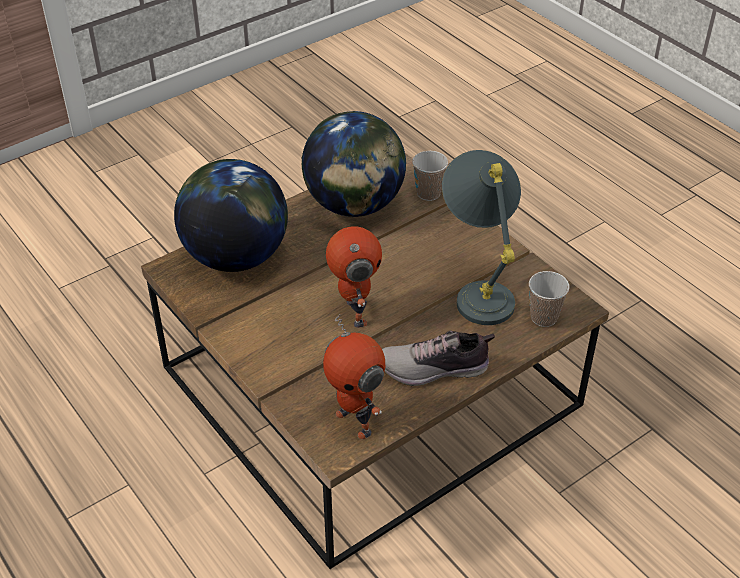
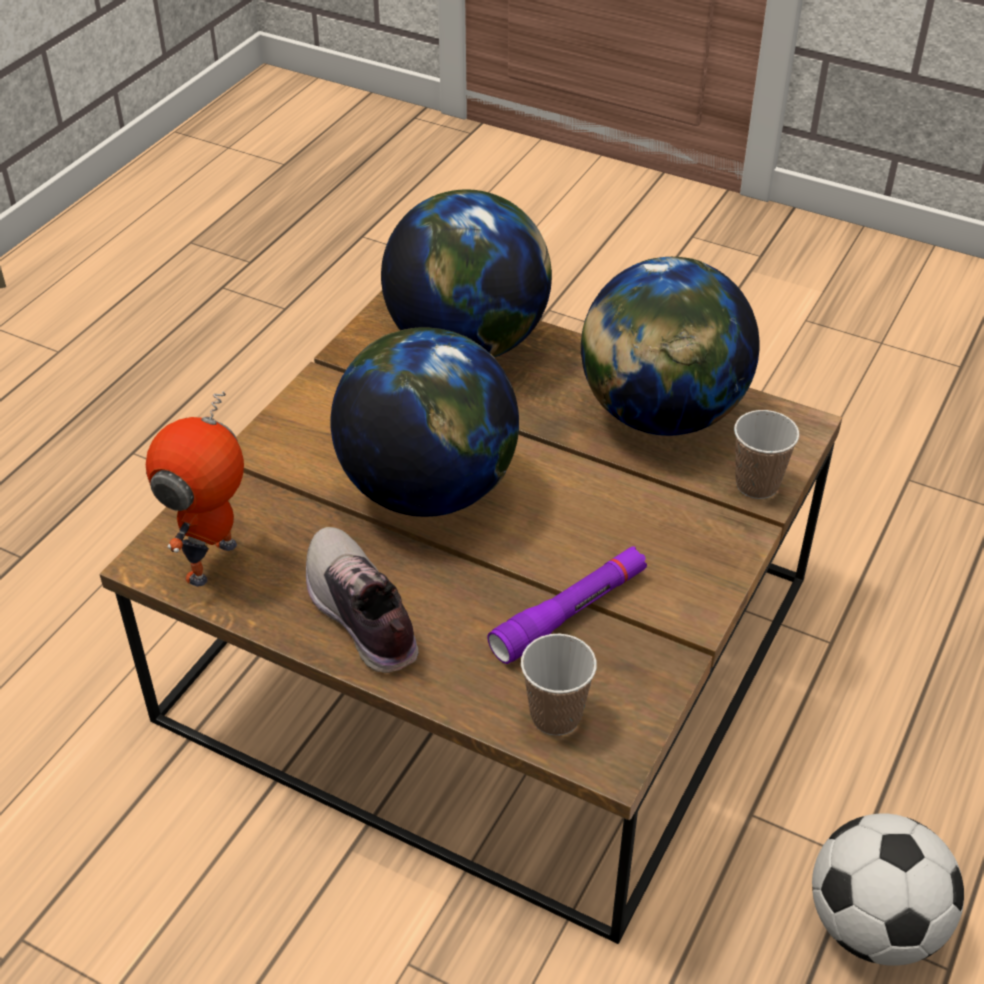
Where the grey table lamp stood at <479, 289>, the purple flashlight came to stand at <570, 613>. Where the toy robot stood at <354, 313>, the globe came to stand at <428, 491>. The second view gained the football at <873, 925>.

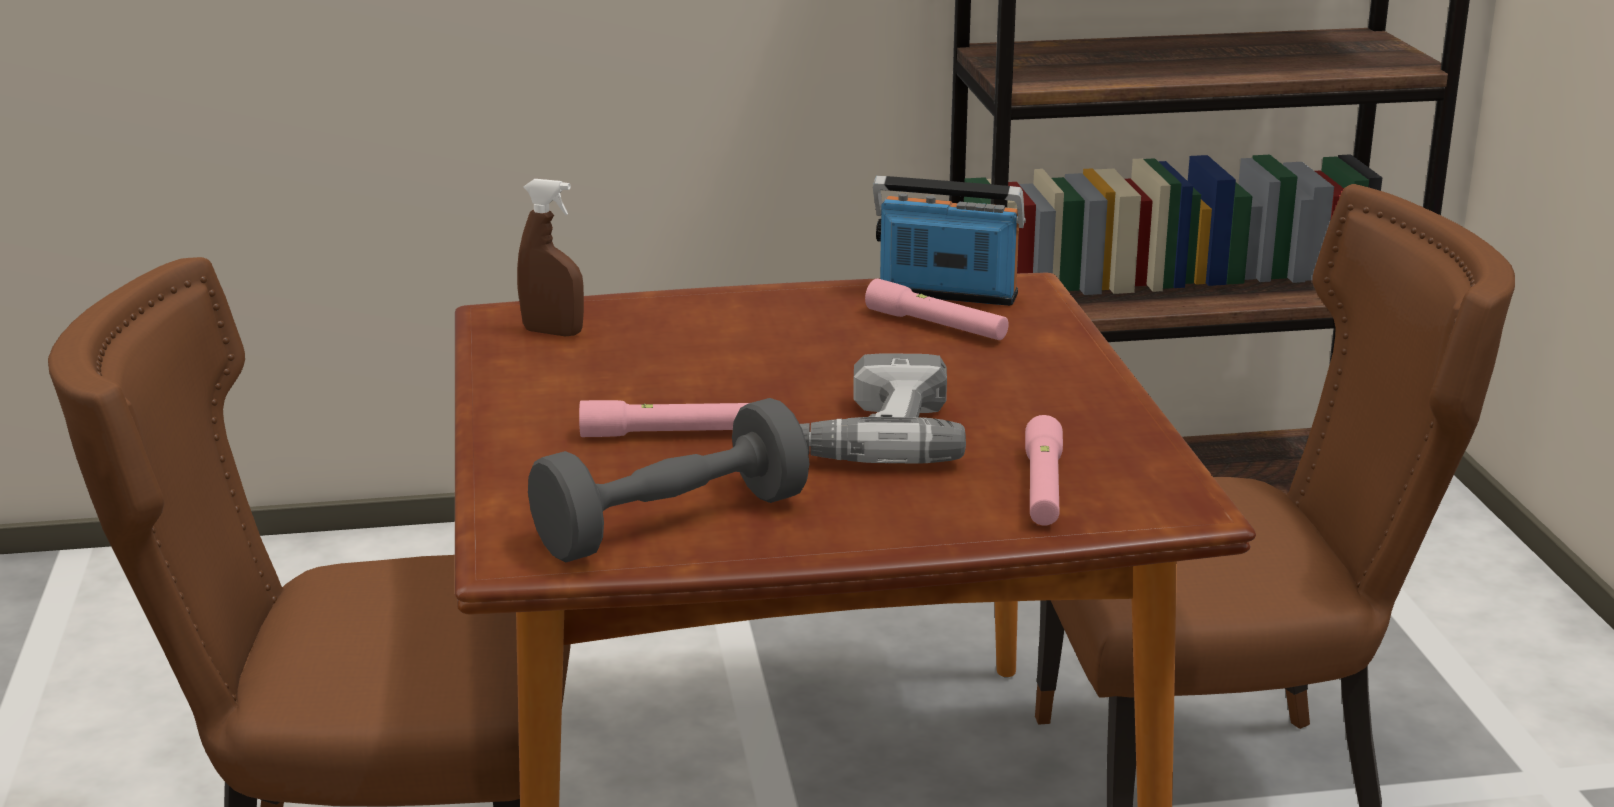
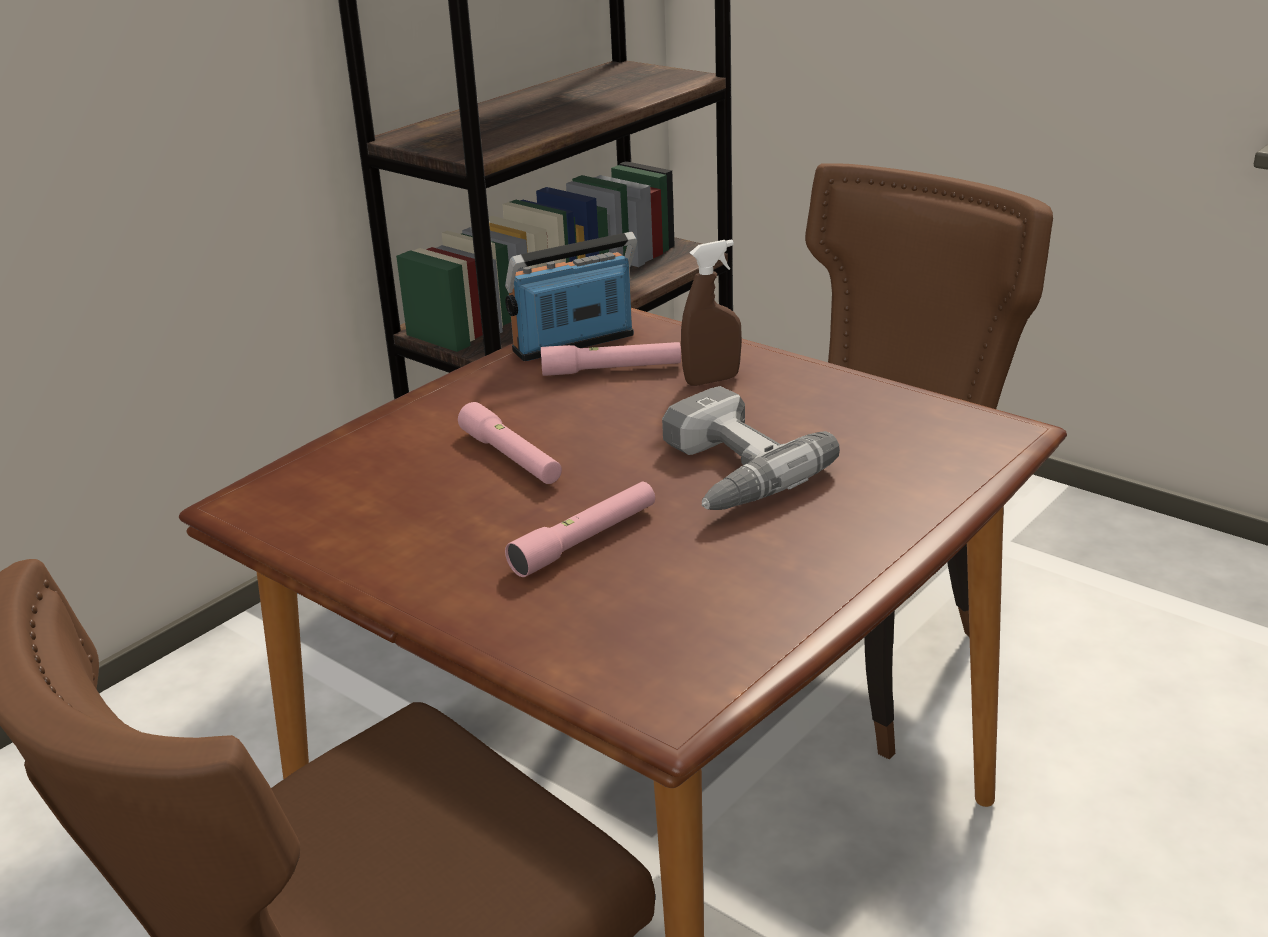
The brown spray bottle ended up elsewhere, having gone from <553, 332> to <712, 380>. The second view lost the grey dumbbell at <672, 524>. The pink flashlight ended up elsewhere, having gone from <1043, 488> to <511, 457>.

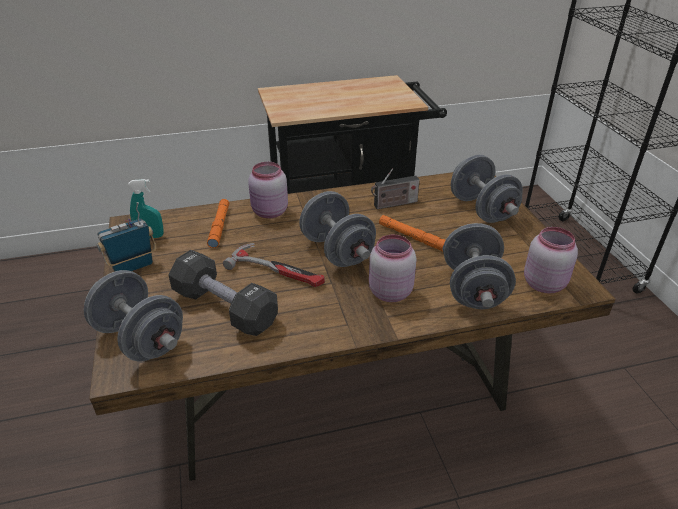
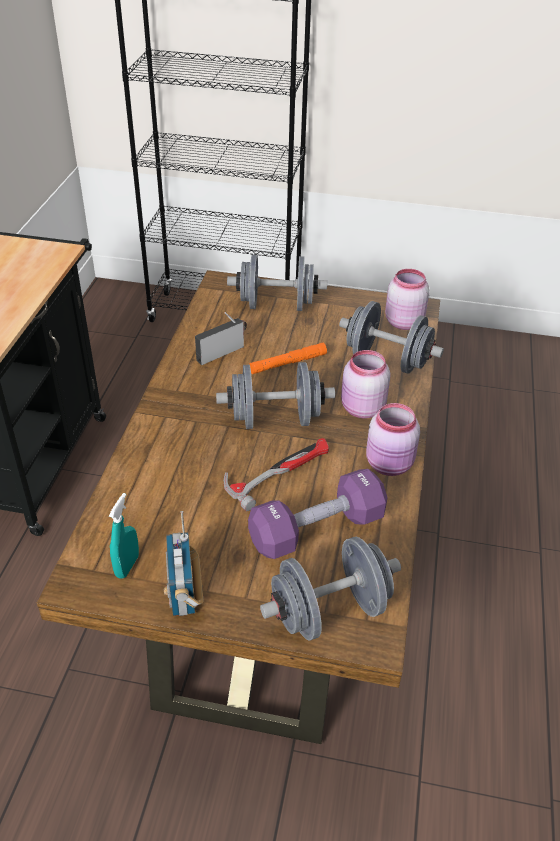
The pink jar ended up elsewhere, having gone from <269, 212> to <390, 465>. The radio at <393, 204> ended up facing another way, 135 degrees counterclockwise from before. The second view lost the orange flashlight at <219, 226>. What was the black dumbbell at <225, 308> turned into the purple dumbbell at <317, 529>.

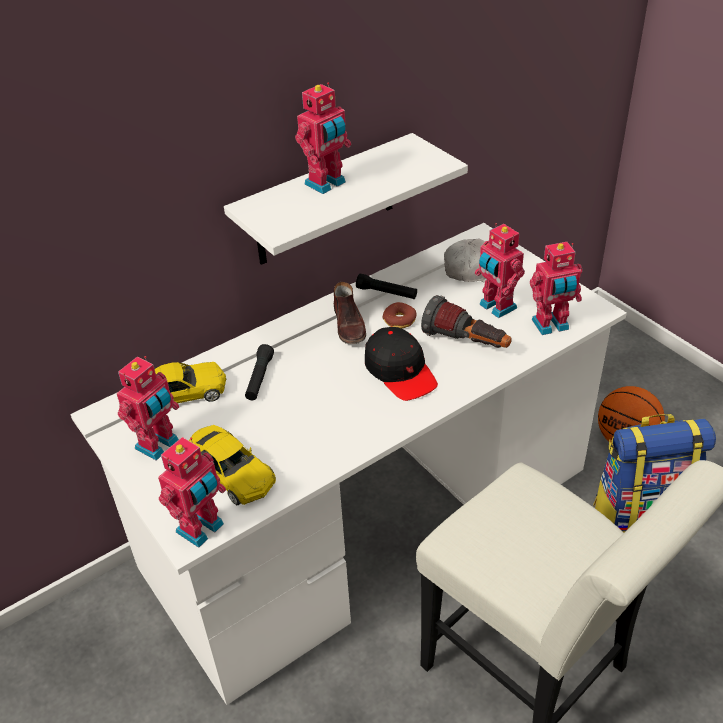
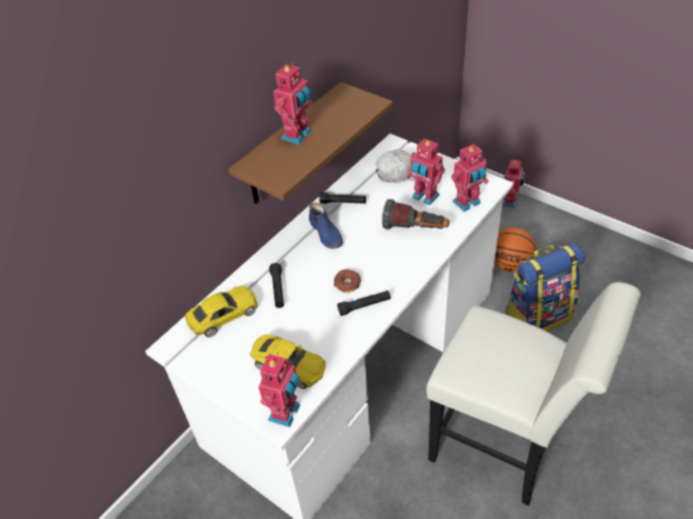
What was the white shelf at <325, 201> turned into the brown shelf at <291, 146>. What was the brown shoe at <349, 325> turned into the blue shoe at <326, 234>. The donut ended up elsewhere, having gone from <399, 320> to <347, 284>. The second view lost the black cap at <400, 371>. The toy robot ended up elsewhere, having gone from <159, 445> to <510, 201>. The second view gained the black flashlight at <364, 306>.

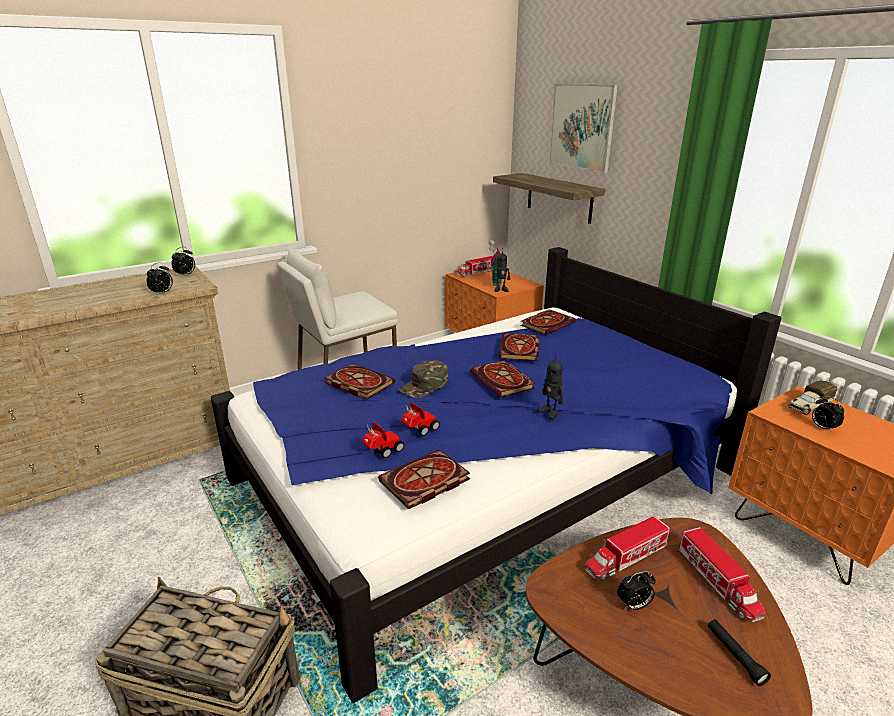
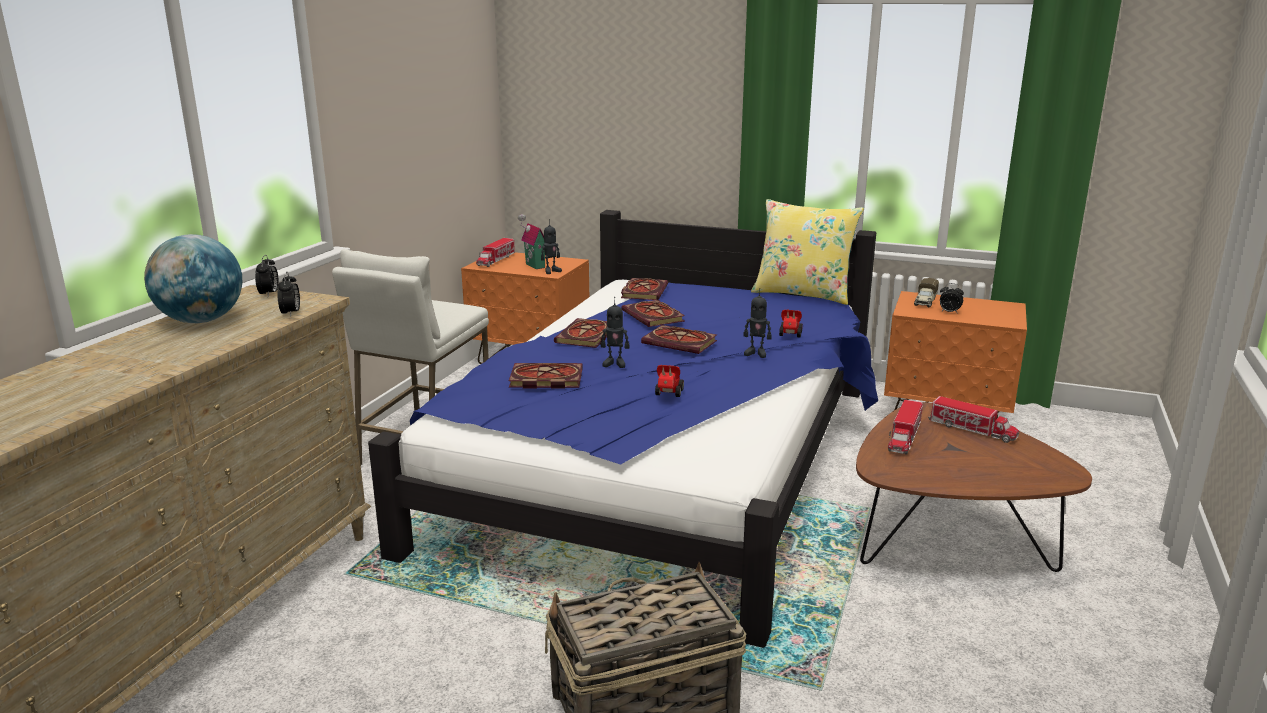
The second view lost the picture at <582, 127>. The second view lost the shelf at <559, 197>. Where the green cap stood at <424, 386>, the toy robot came to stand at <614, 364>. The toy car ended up elsewhere, having gone from <382, 451> to <790, 335>. The book ended up elsewhere, having gone from <424, 482> to <586, 336>. The second view lost the alarm clock at <633, 605>. The second view lost the black flashlight at <735, 656>. The second view gained the yellow pillow at <803, 294>. The second view gained the globe at <201, 321>.

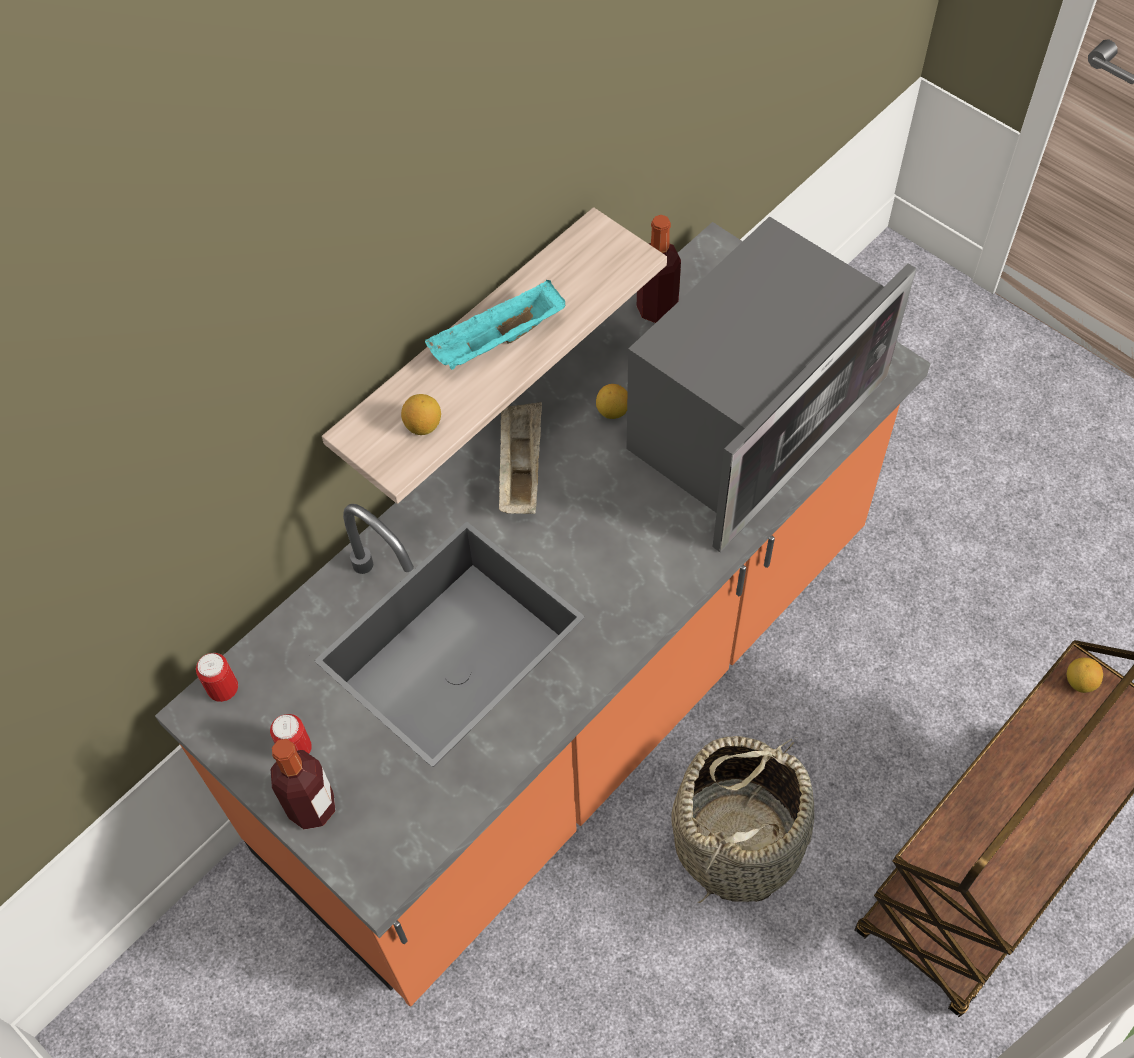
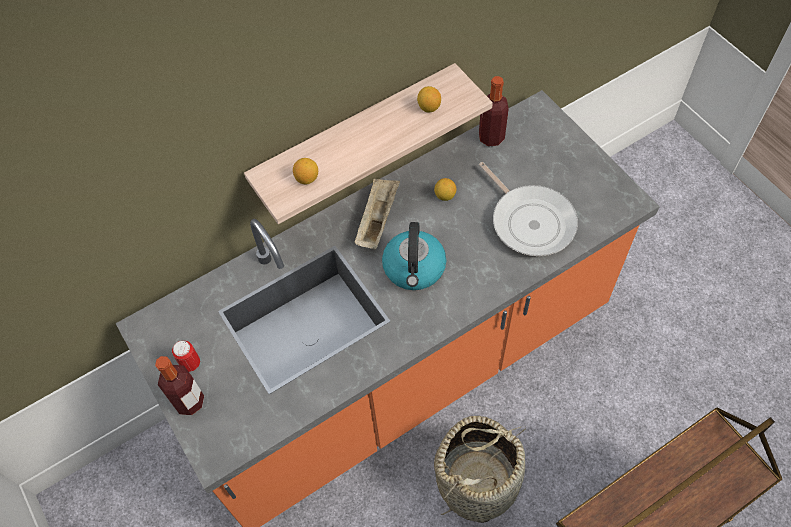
Where the microwave stood at <750, 423>, the frying pan came to stand at <530, 221>. The second view lost the turquoise tray at <497, 342>. The second view lost the can at <224, 690>. The lemon ended up elsewhere, having gone from <1079, 682> to <429, 107>. The second view gained the kettle at <414, 269>.

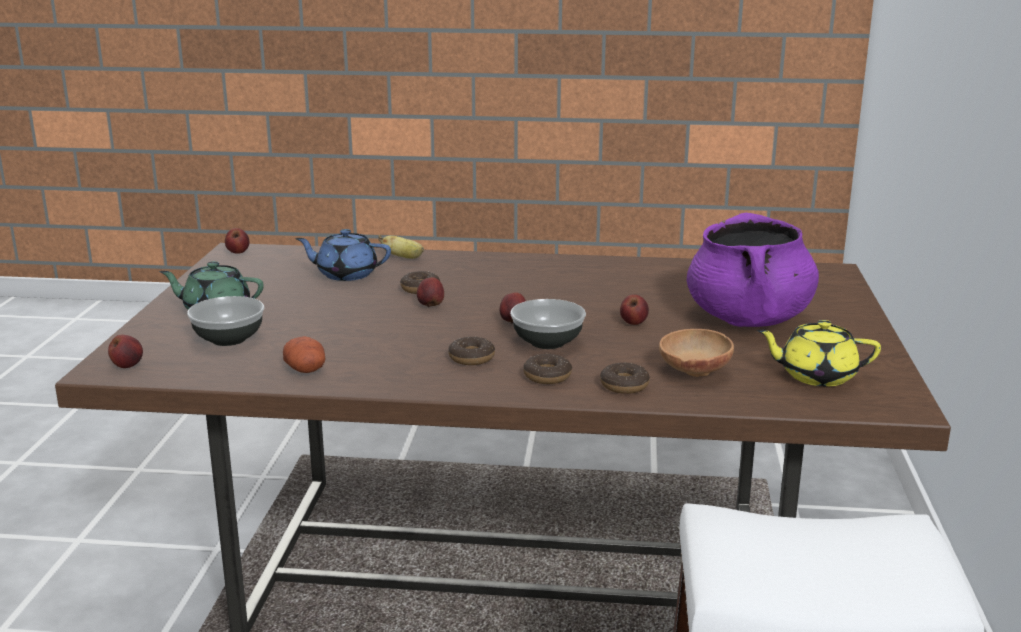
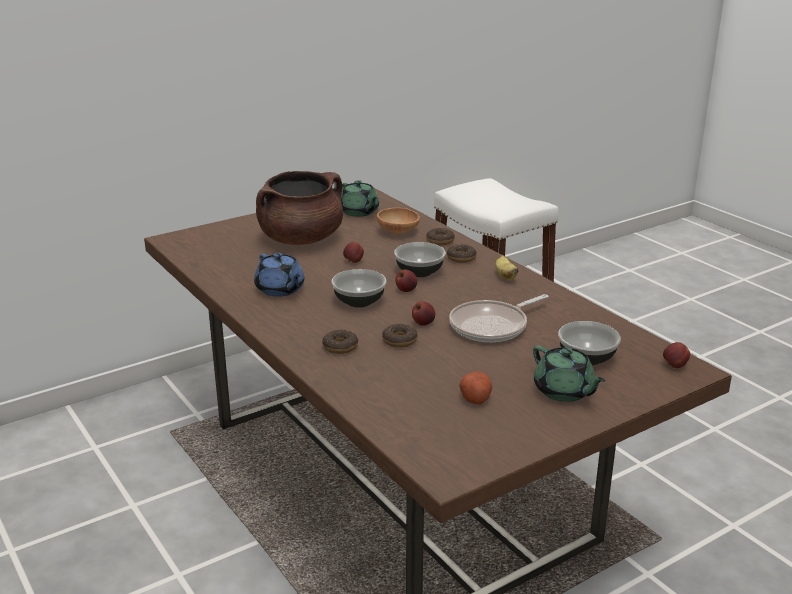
What was the purple cooking pot at <748, 319> turned into the brown cooking pot at <301, 239>. The second view lost the apple at <238, 252>. The blue teapot ended up elsewhere, having gone from <346, 274> to <280, 290>. The banana ended up elsewhere, having gone from <404, 257> to <505, 276>. What was the yellow teapot at <816, 376> turned into the green teapot at <359, 212>. The potato ended up elsewhere, having gone from <306, 370> to <475, 397>. The donut ended up elsewhere, having gone from <471, 358> to <340, 347>. The second view gained the bowl at <358, 302>. The second view gained the frying pan at <492, 326>.

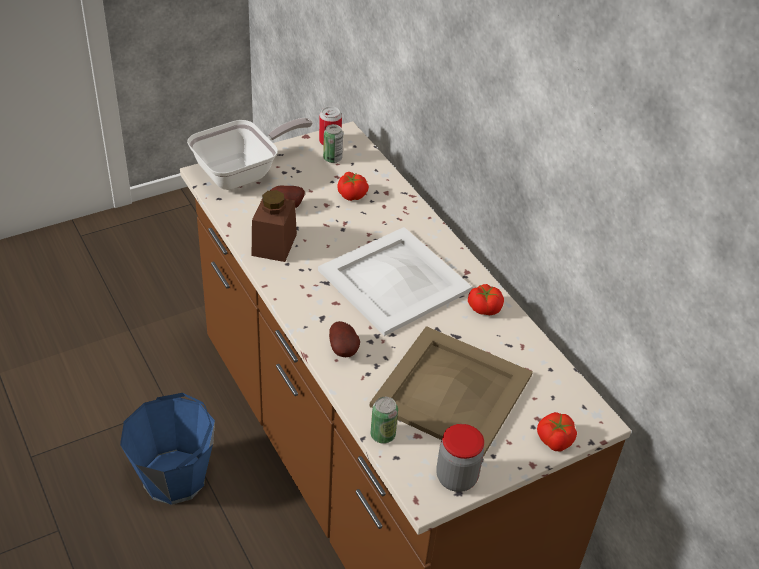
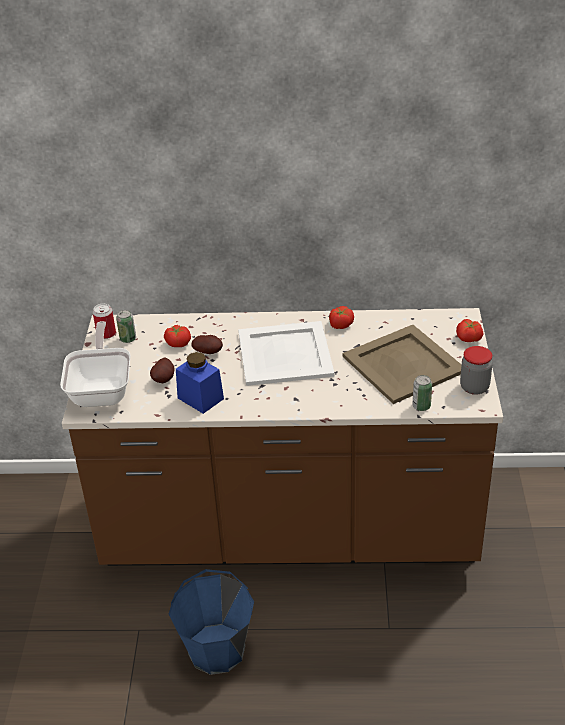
What was the brown jar at <274, 244> turned into the blue jar at <200, 398>. The potato ended up elsewhere, having gone from <344, 350> to <209, 352>.

